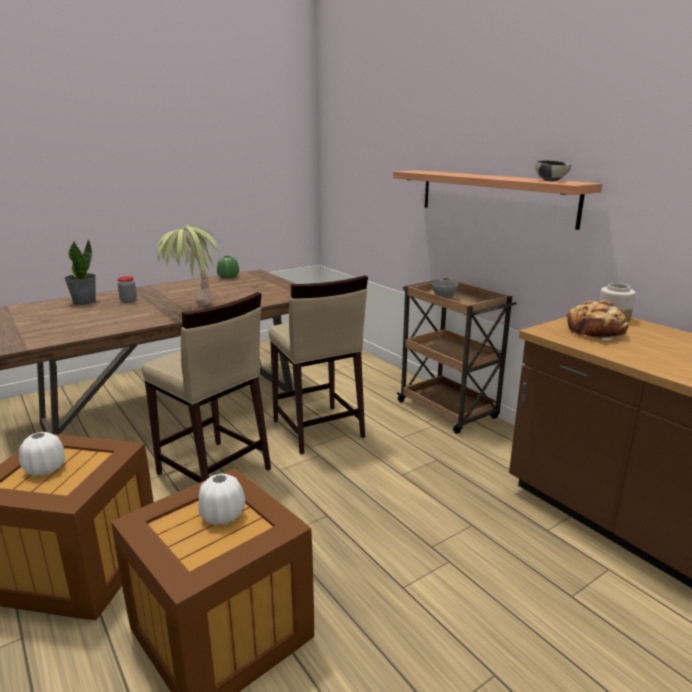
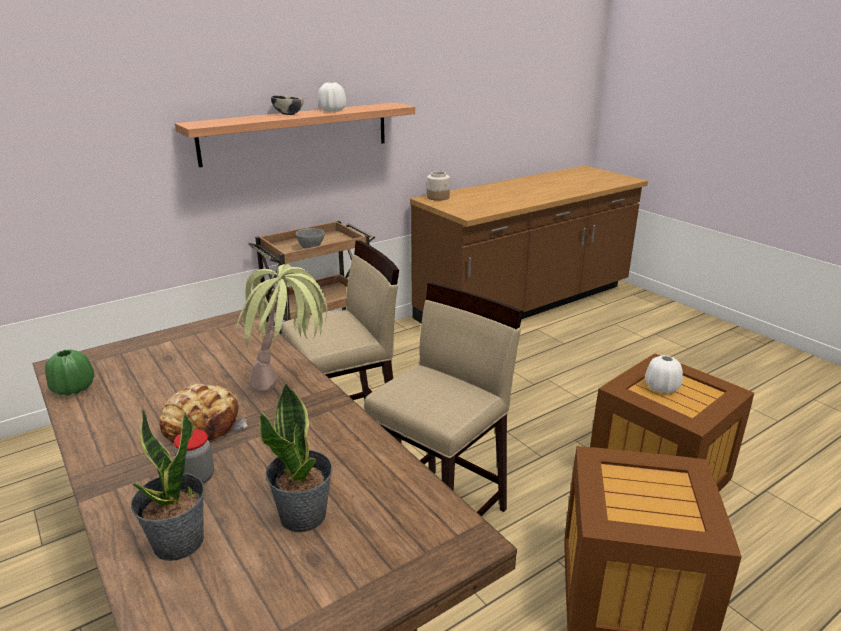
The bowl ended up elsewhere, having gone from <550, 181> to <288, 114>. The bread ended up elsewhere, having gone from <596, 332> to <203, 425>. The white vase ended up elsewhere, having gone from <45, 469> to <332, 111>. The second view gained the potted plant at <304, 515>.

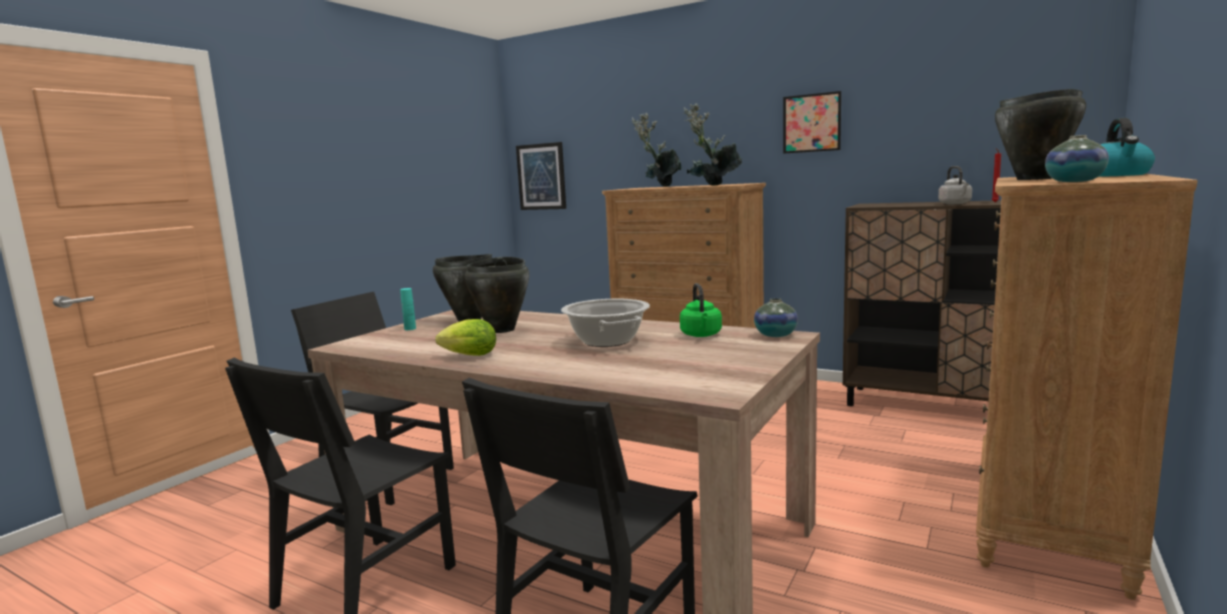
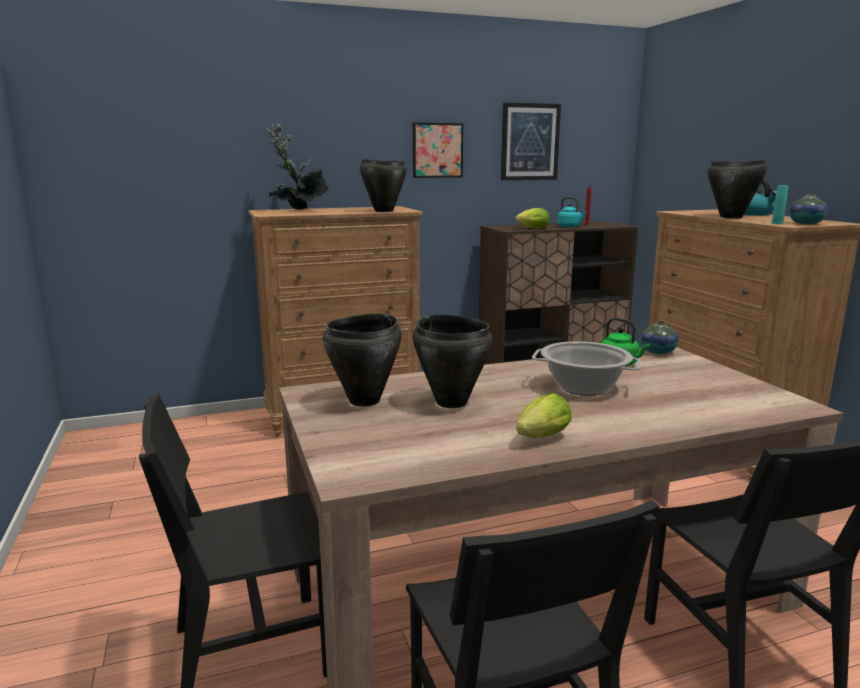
Where the potted plant stood at <711, 185>, the black cooking pot came to stand at <383, 211>. The picture ended up elsewhere, having gone from <541, 176> to <529, 142>. What was the grey kettle at <955, 204> turned into the turquoise kettle at <570, 226>. The turquoise bottle ended up elsewhere, having gone from <410, 329> to <777, 223>. The second view gained the lettuce at <531, 228>.

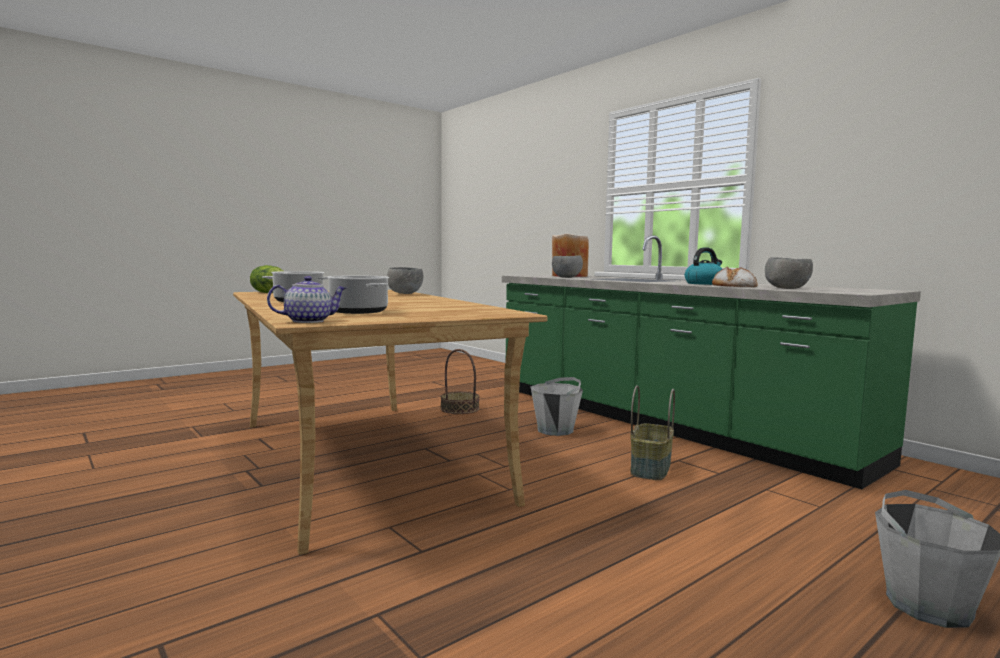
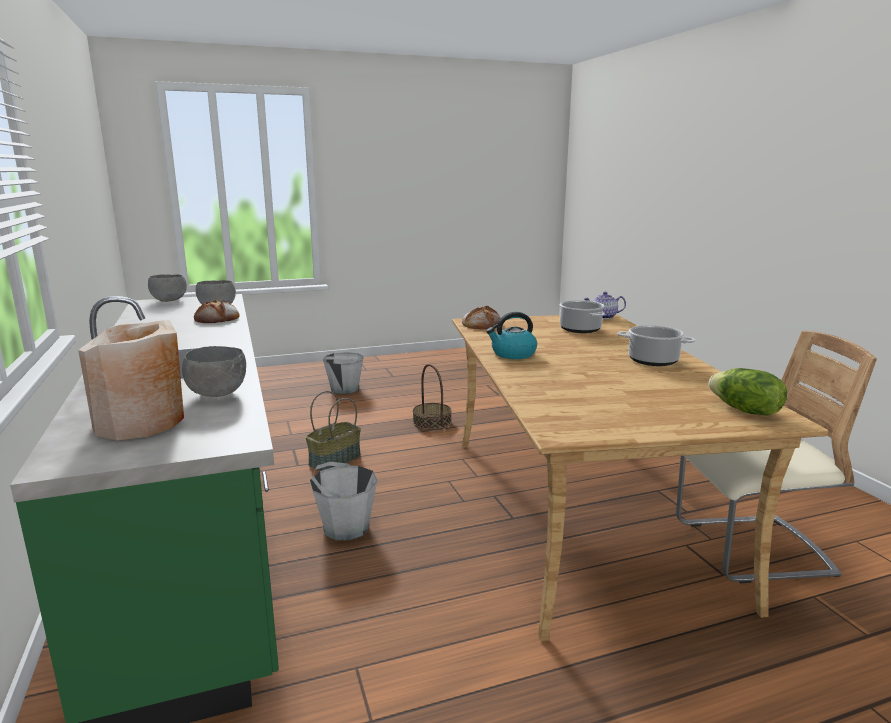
The kettle ended up elsewhere, having gone from <704, 283> to <513, 354>. The grey bowl ended up elsewhere, having gone from <406, 293> to <168, 301>. The basket ended up elsewhere, having gone from <460, 409> to <432, 422>. The second view gained the bread at <482, 324>. The second view gained the beige chair at <751, 549>.

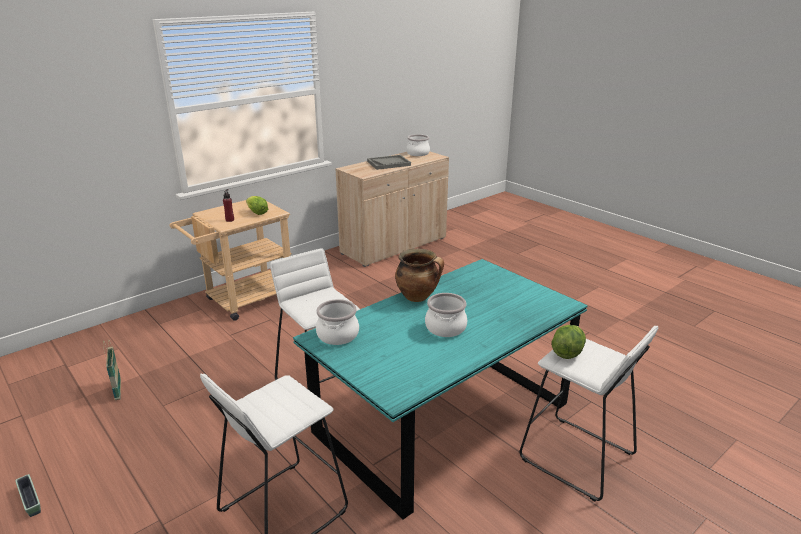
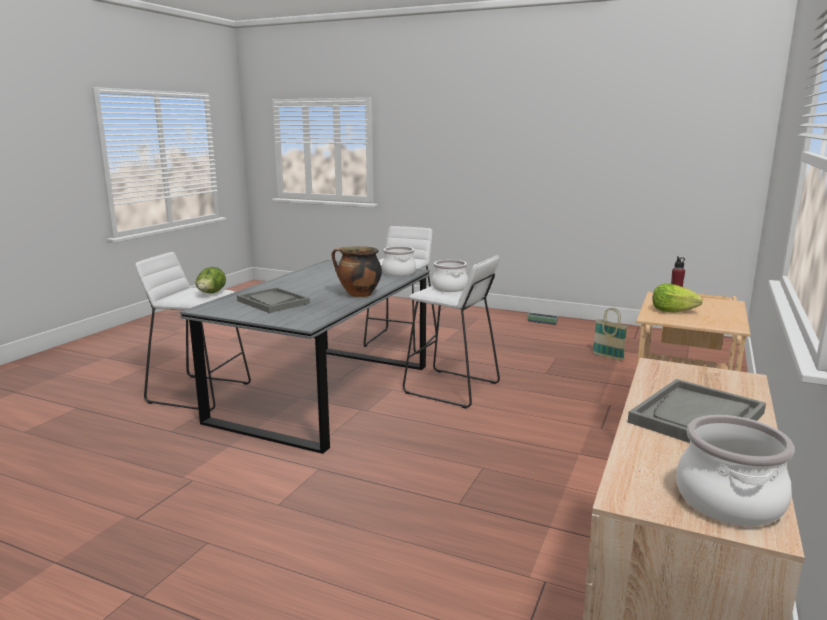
What was the turquoise dining table at <444, 418> turned into the grey dining table at <323, 392>. The cooking pot ended up elsewhere, having gone from <445, 327> to <450, 288>. The second view gained the grey tray at <273, 302>.

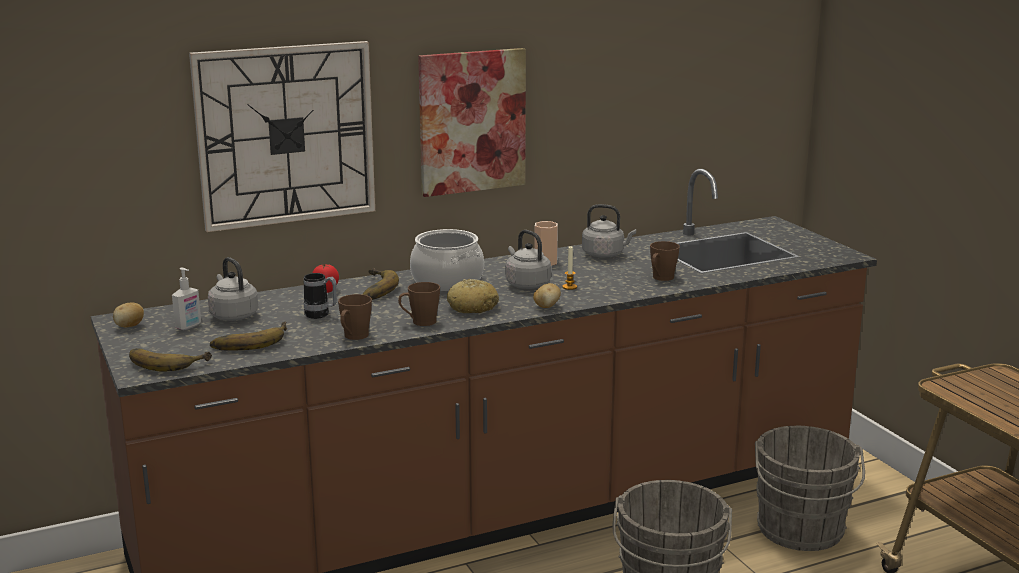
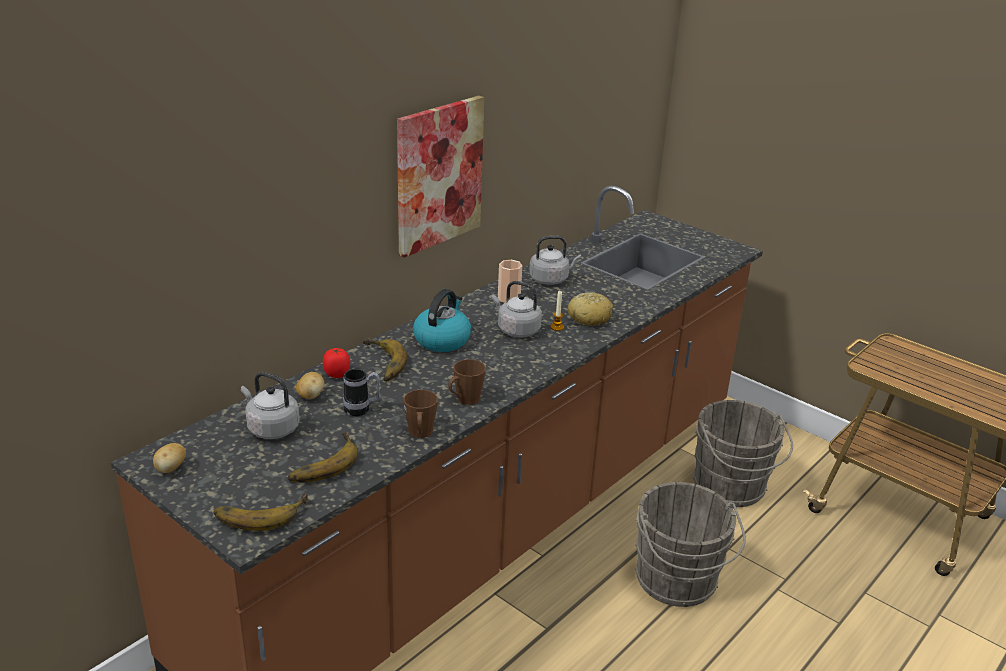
The second view lost the wall clock at <285, 135>. Where the cooking pot stood at <446, 281>, the kettle came to stand at <442, 340>. The second view lost the brown mug at <661, 278>. The second view lost the soap dispenser at <189, 326>. The bread ended up elsewhere, having gone from <473, 307> to <589, 317>. The potato ended up elsewhere, having gone from <547, 307> to <311, 396>.

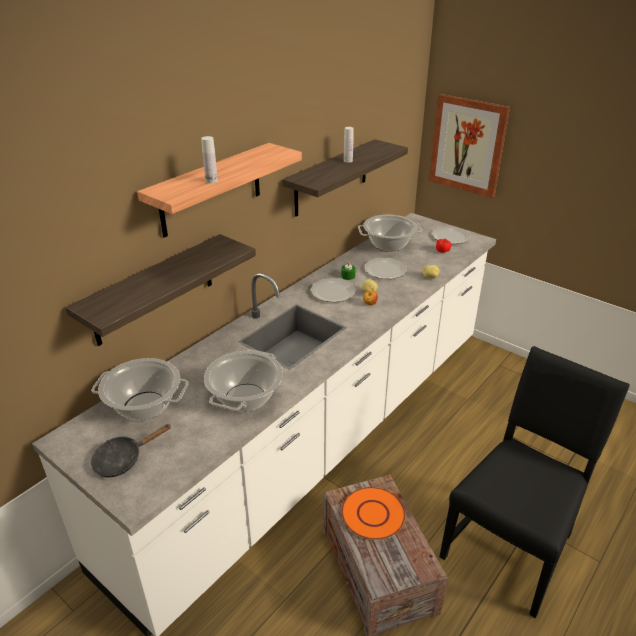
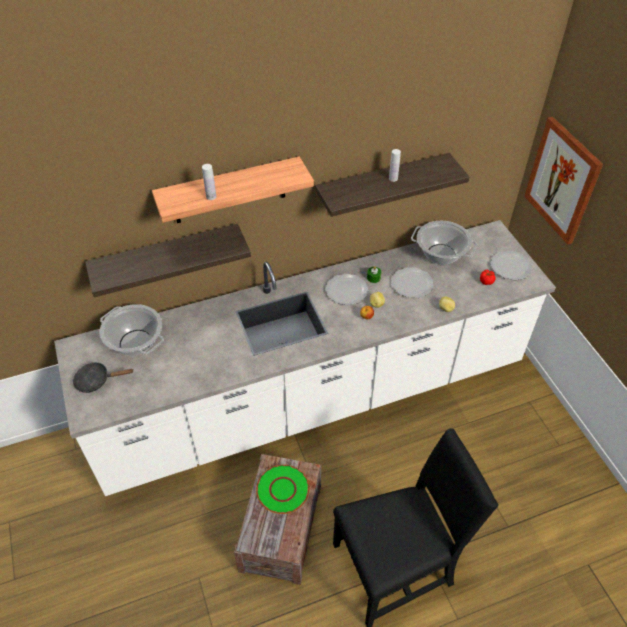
The second view lost the cooking pot at <245, 398>. What was the orange plate at <372, 514> turned into the green plate at <282, 489>.

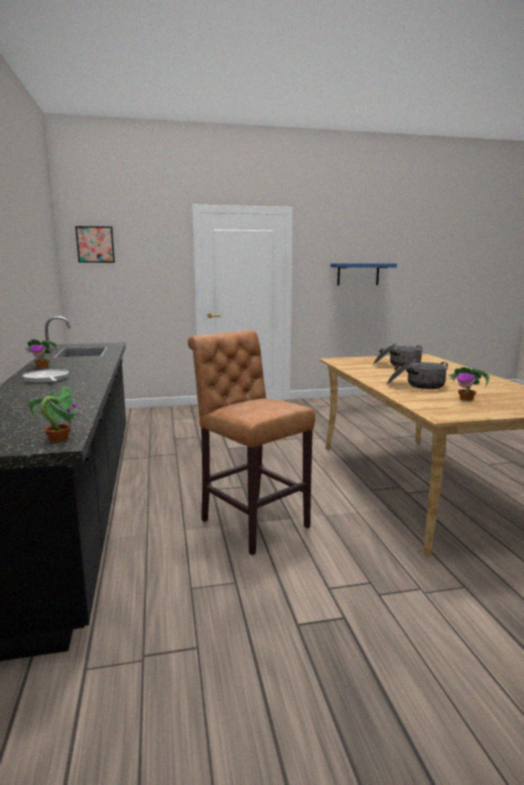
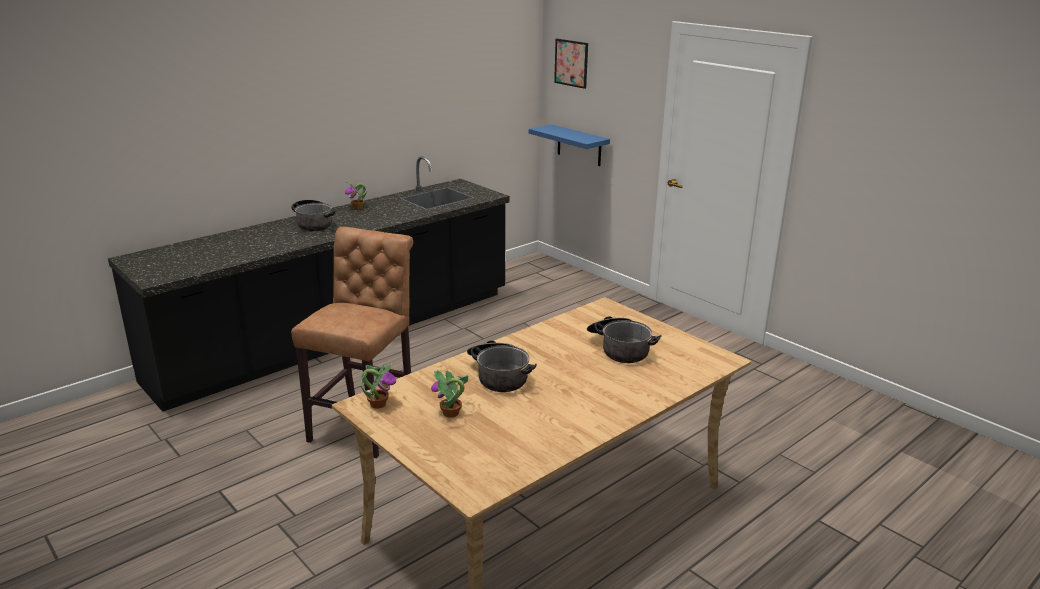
The blue shelf ended up elsewhere, having gone from <358, 274> to <579, 145>. Where the frying pan stood at <46, 380>, the cooking pot came to stand at <313, 224>. The potted plant ended up elsewhere, having gone from <58, 439> to <378, 404>.

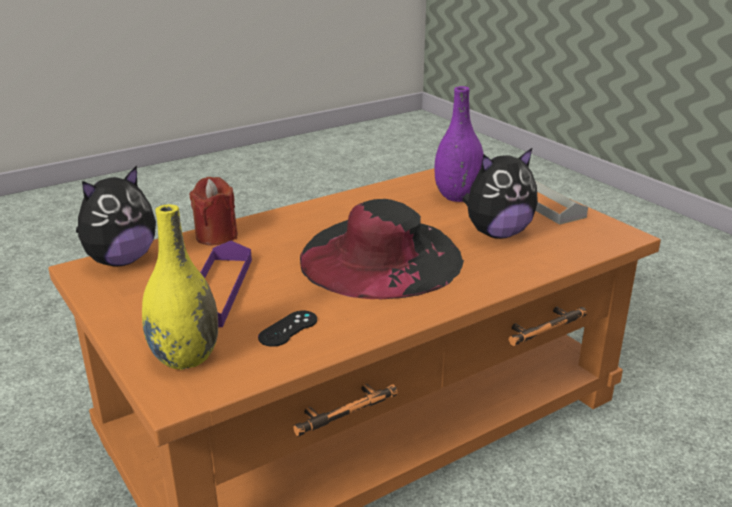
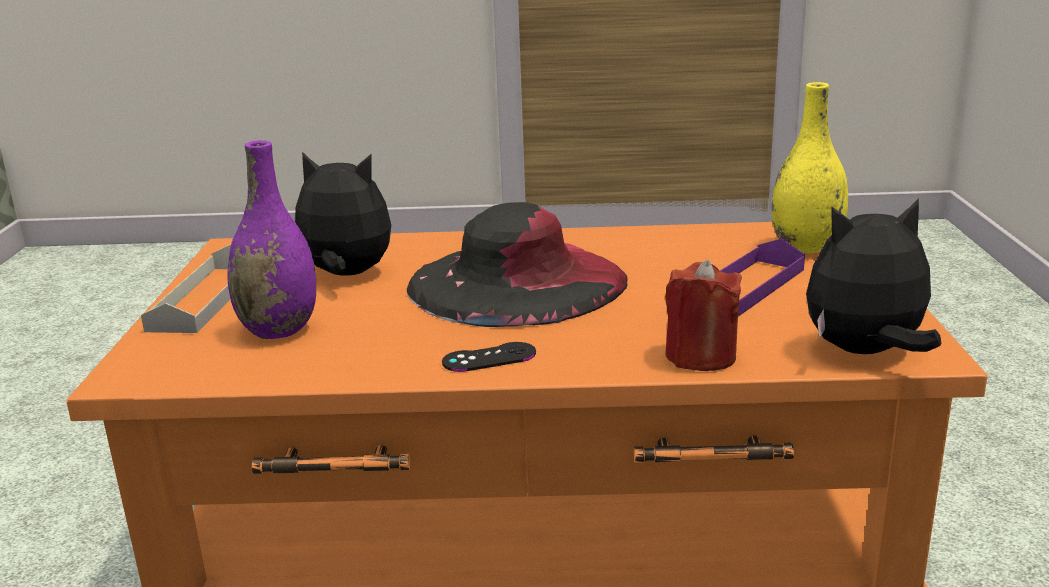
The black game controller ended up elsewhere, having gone from <288, 329> to <489, 358>.

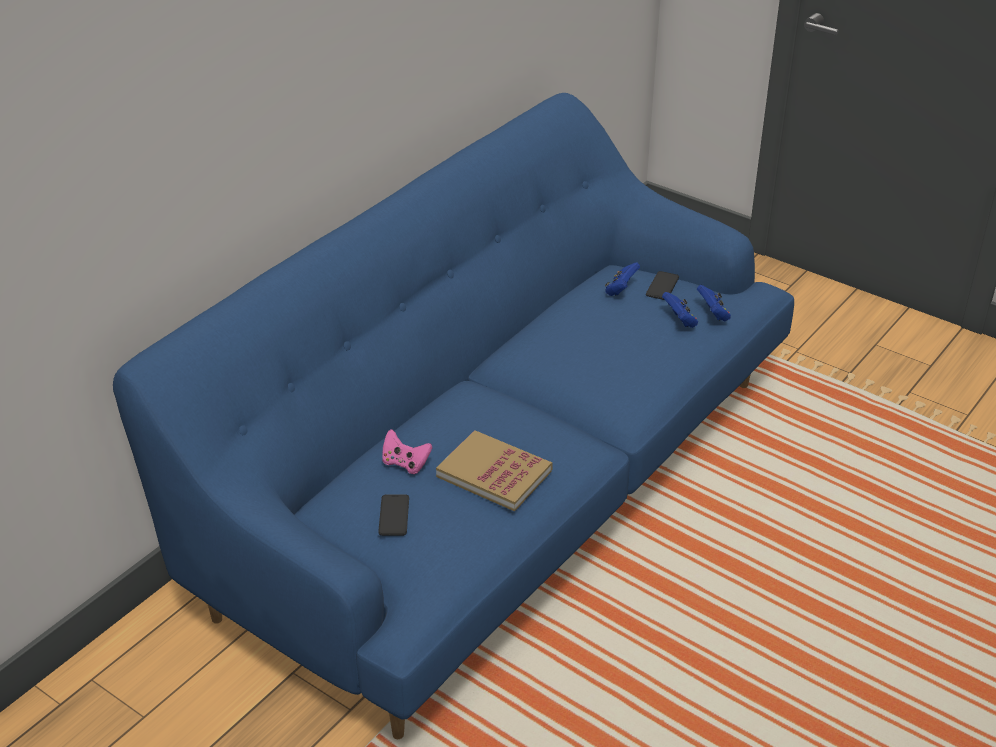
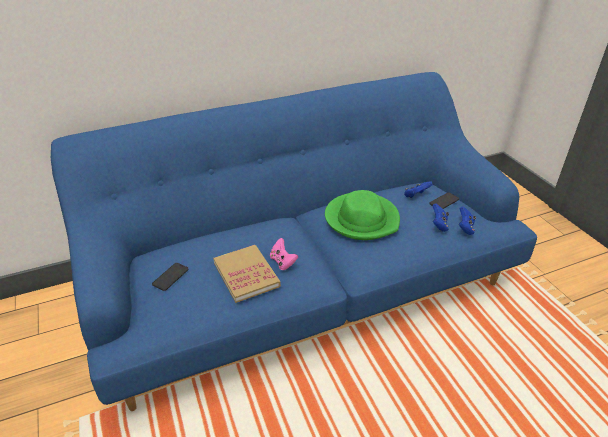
The pink game controller ended up elsewhere, having gone from <405, 464> to <282, 262>. The second view gained the green hat at <362, 219>.

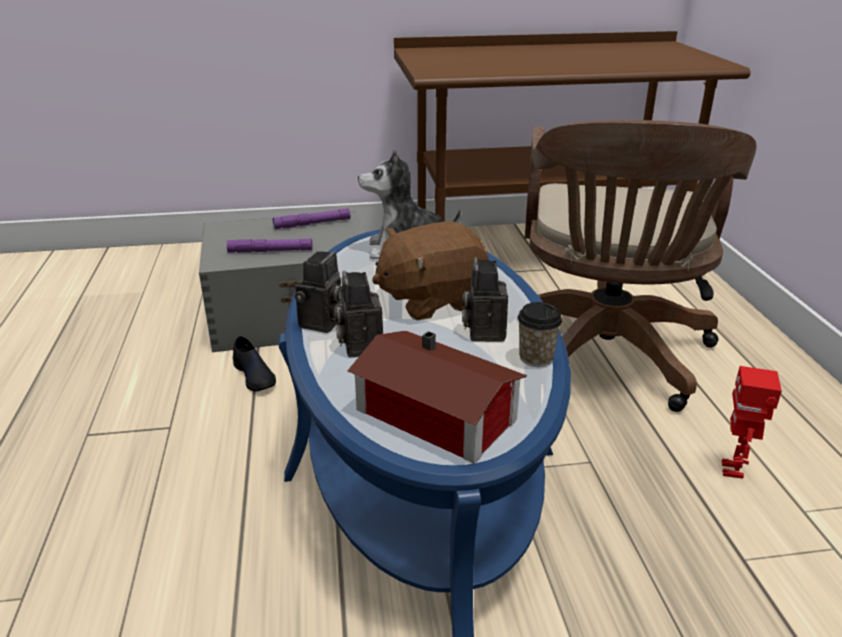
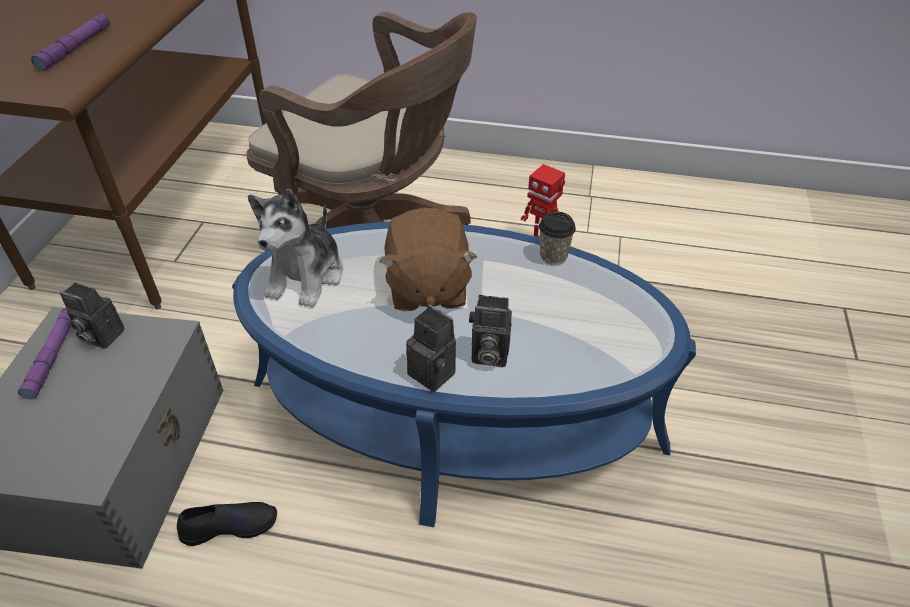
The purple flashlight ended up elsewhere, having gone from <270, 251> to <75, 48>. The photo camera ended up elsewhere, having gone from <483, 331> to <100, 336>. The second view lost the toy house at <437, 417>.

